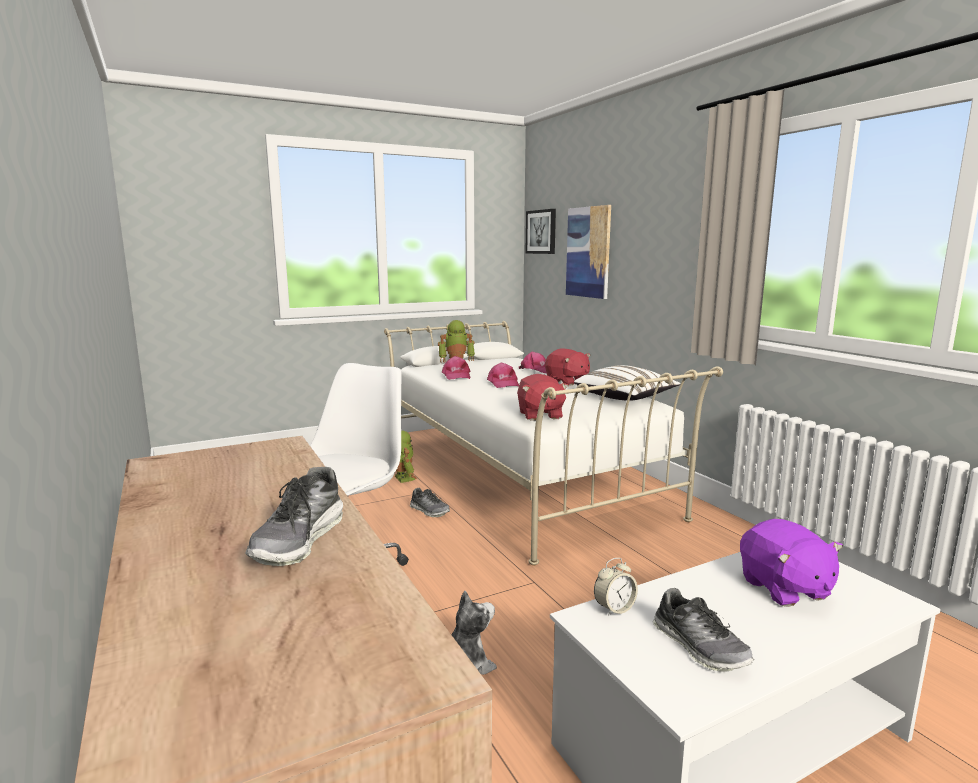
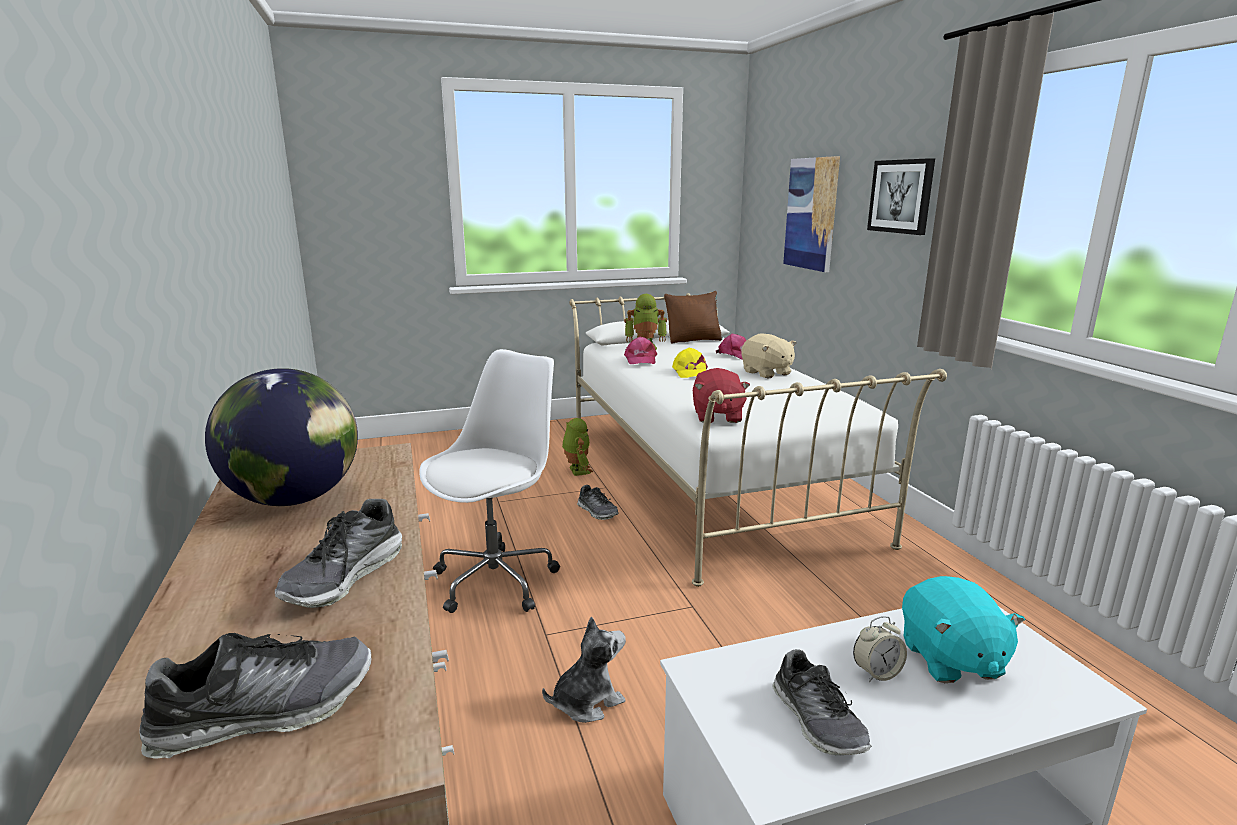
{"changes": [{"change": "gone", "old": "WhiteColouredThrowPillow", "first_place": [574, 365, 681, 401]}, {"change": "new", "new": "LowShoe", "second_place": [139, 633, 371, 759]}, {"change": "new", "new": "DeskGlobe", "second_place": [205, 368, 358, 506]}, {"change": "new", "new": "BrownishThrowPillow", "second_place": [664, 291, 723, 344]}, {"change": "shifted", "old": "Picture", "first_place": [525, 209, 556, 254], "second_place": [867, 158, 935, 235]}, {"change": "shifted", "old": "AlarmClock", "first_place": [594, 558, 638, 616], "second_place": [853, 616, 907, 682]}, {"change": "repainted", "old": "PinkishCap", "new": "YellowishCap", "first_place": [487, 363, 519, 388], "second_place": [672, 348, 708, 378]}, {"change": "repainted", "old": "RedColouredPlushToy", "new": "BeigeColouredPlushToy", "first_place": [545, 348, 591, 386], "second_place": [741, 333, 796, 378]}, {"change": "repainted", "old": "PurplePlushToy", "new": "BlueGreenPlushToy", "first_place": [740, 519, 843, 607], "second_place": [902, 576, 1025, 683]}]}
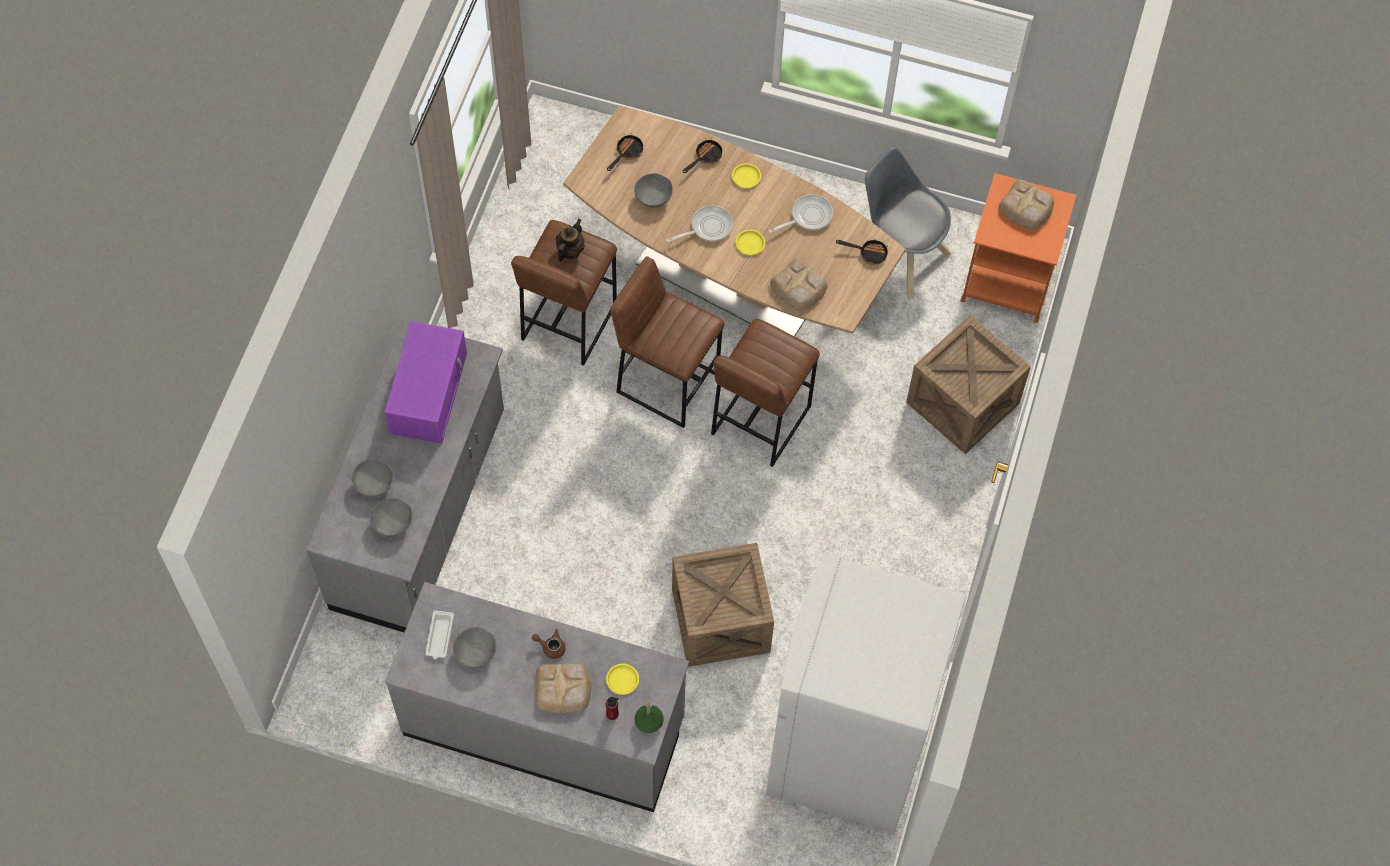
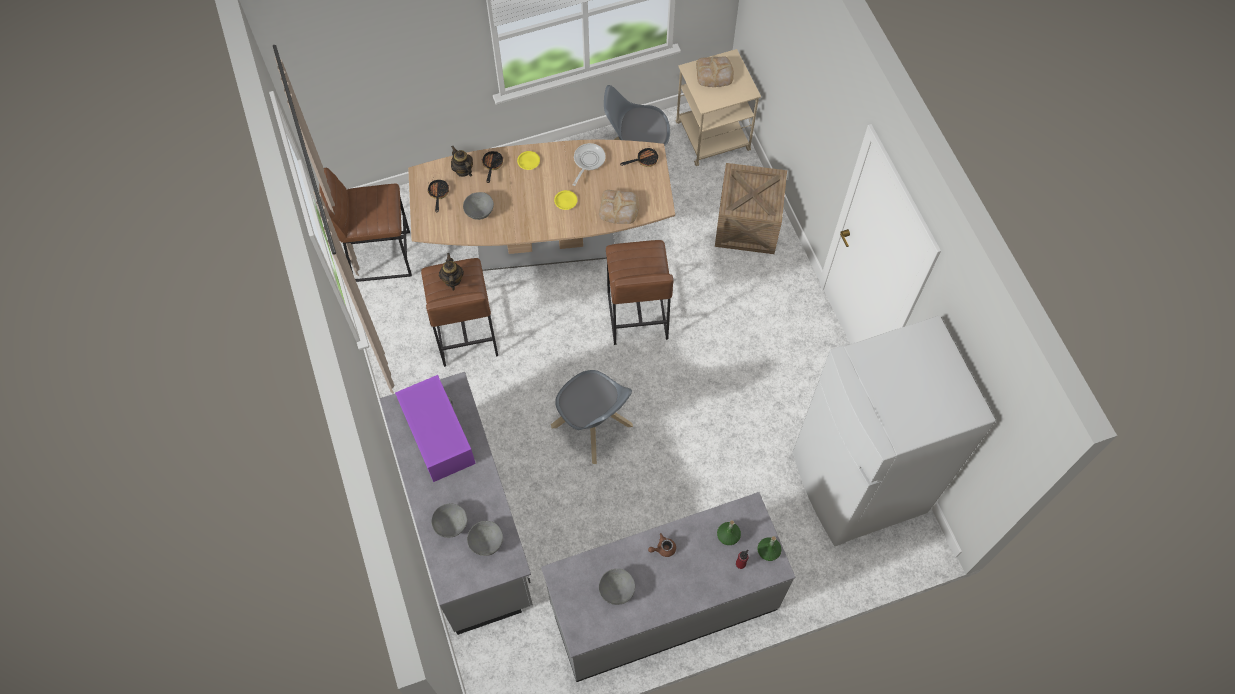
{"changes": [{"change": "gone", "old": "WhiteColouredTray", "first_place": [425, 610, 454, 659]}, {"change": "gone", "old": "BakedBread", "first_place": [536, 663, 591, 713]}, {"change": "gone", "old": "Pan", "first_place": [666, 205, 733, 243]}, {"change": "gone", "old": "Crate", "first_place": [672, 543, 774, 667]}, {"change": "new", "new": "TeaPot", "second_place": [451, 146, 473, 177]}, {"change": "new", "new": "GreyUprightChair", "second_place": [551, 370, 633, 464]}, {"change": "shifted", "old": "BrownishSittingStool", "first_place": [610, 256, 725, 428], "second_place": [320, 168, 412, 282]}, {"change": "swapped", "old": "YellowishPlate", "new": "GreenishDrinkBottle", "first_place": [606, 663, 639, 695], "second_place": [717, 520, 741, 545]}, {"change": "repainted", "old": "OrangeCart", "new": "BeigeColouredCart", "first_place": [960, 173, 1076, 323], "second_place": [676, 49, 761, 166]}]}
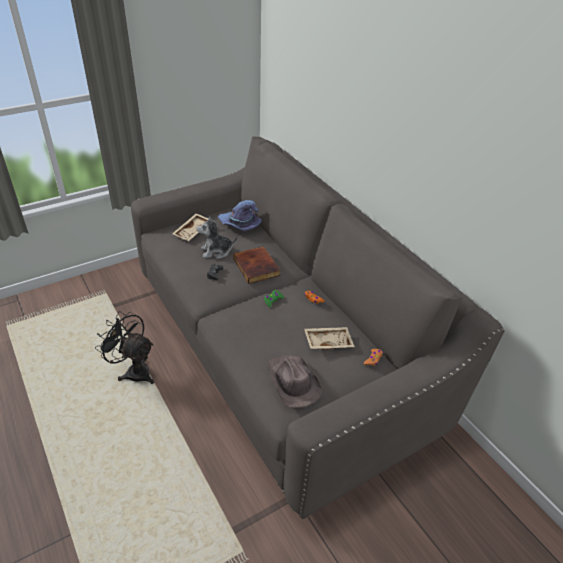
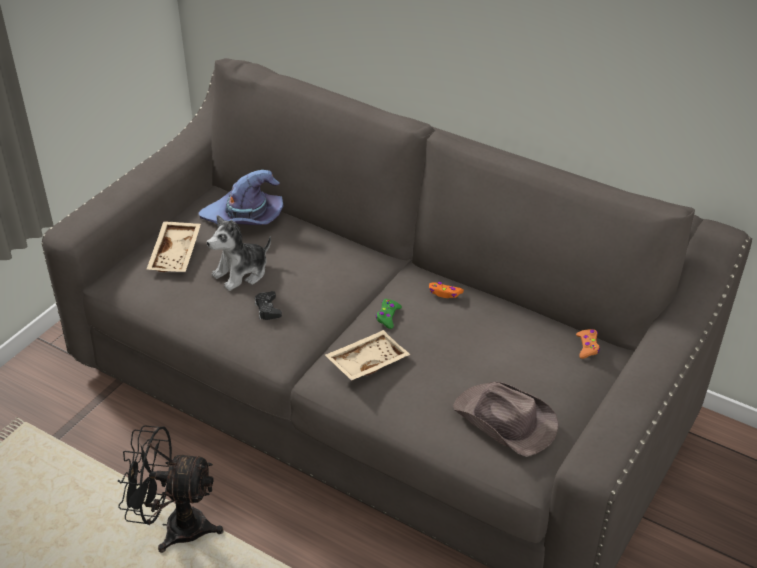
{"changes": [{"change": "gone", "old": "Book", "first_place": [233, 246, 280, 284]}, {"change": "shifted", "old": "BeigeColouredTray", "first_place": [304, 327, 355, 350], "second_place": [325, 330, 410, 381]}]}
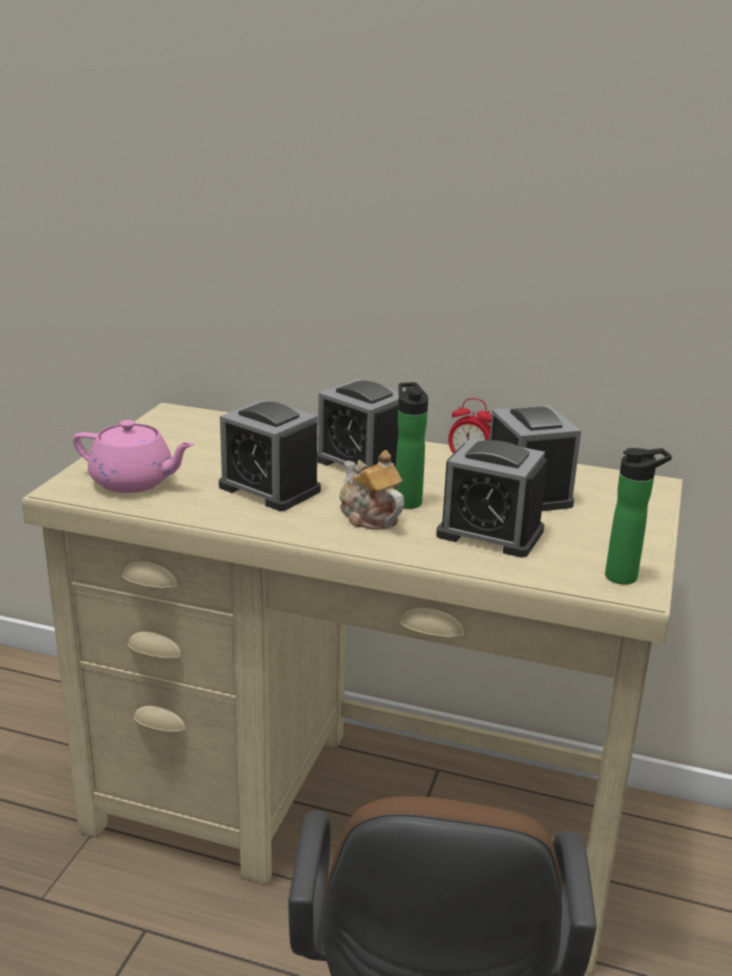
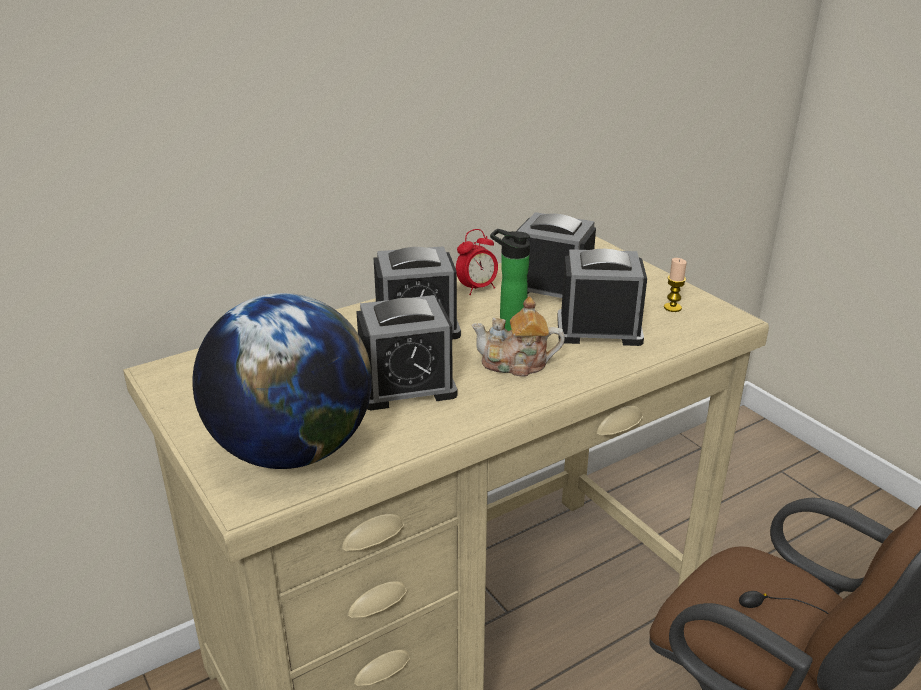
{"changes": [{"change": "gone", "old": "DrinkBottle", "first_place": [605, 448, 672, 584]}, {"change": "new", "new": "WaxCandle", "second_place": [664, 258, 687, 312]}, {"change": "swapped", "old": "PinkishTeaPot", "new": "DeskGlobe", "first_place": [73, 420, 194, 493], "second_place": [192, 293, 372, 469]}, {"change": "rotated", "old": "AlarmClock", "first_place": [436, 438, 548, 557], "second_place": [557, 249, 647, 346], "degrees": -150}]}
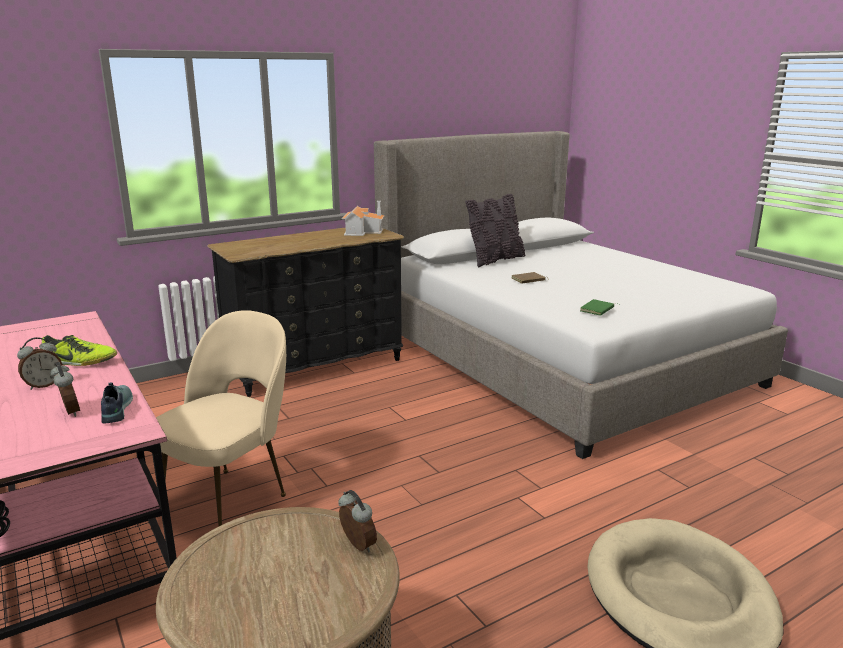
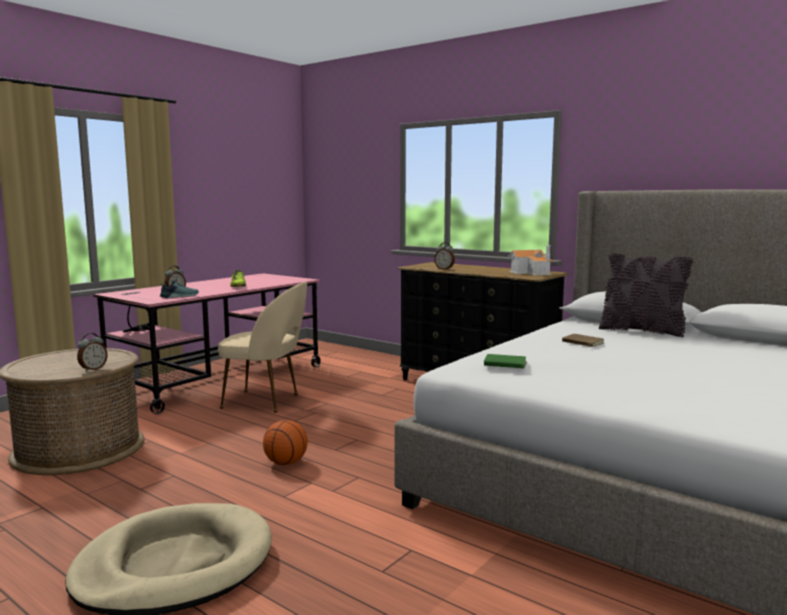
{"changes": [{"change": "new", "new": "Basketball", "second_place": [263, 420, 308, 465]}, {"change": "shifted", "old": "AlarmClock", "first_place": [17, 337, 63, 390], "second_place": [434, 242, 455, 270]}]}
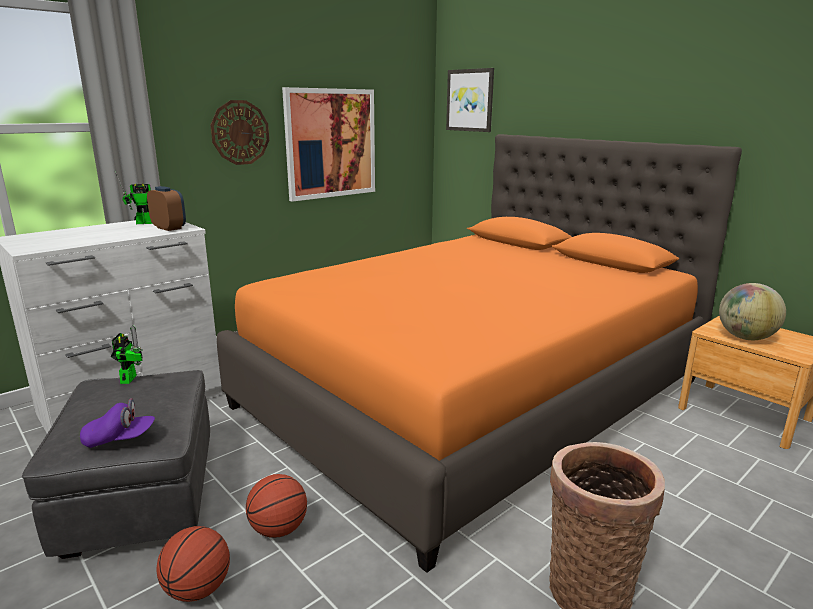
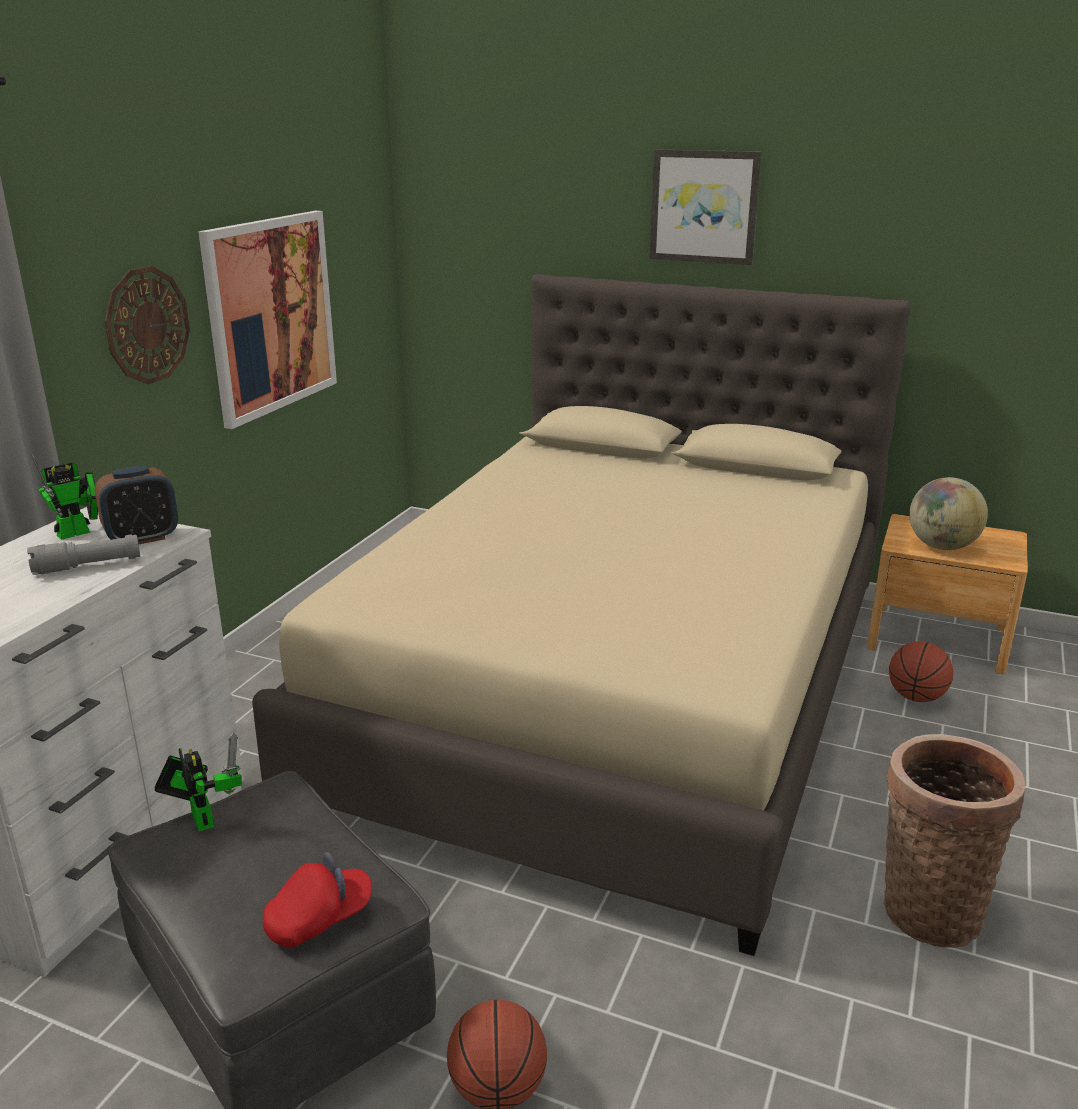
{"changes": [{"change": "new", "new": "GreyFlashlight", "second_place": [27, 534, 140, 575]}, {"change": "shifted", "old": "Basketball", "first_place": [246, 474, 307, 538], "second_place": [889, 641, 953, 702]}, {"change": "shifted", "old": "Picture", "first_place": [446, 68, 494, 132], "second_place": [650, 149, 762, 265]}, {"change": "repainted", "old": "PurpleCap", "new": "RedColouredCap", "first_place": [80, 398, 155, 448], "second_place": [263, 852, 372, 947]}, {"change": "repainted", "old": "OrangeBed", "new": "BeigeColouredBed", "first_place": [217, 134, 742, 573], "second_place": [252, 274, 911, 956]}, {"change": "rotated", "old": "AlarmClock", "first_place": [147, 186, 186, 231], "second_place": [95, 465, 178, 544], "degrees": 135}]}
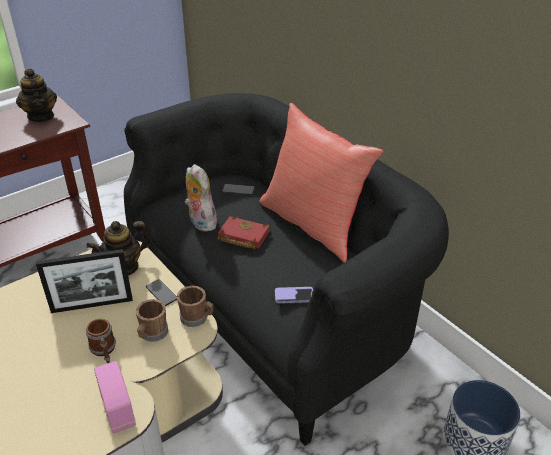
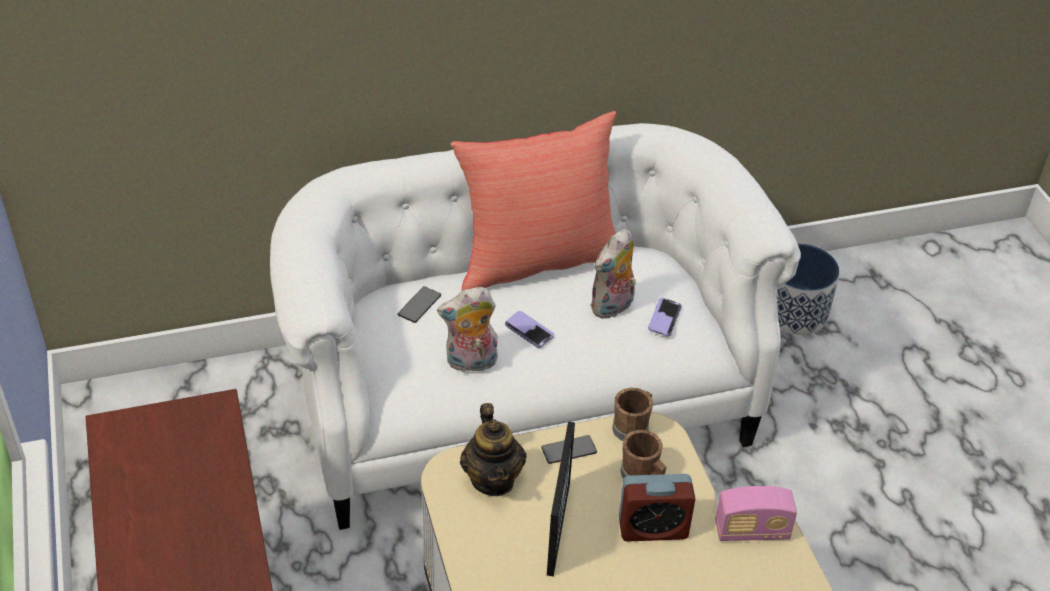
{"changes": [{"change": "gone", "old": "TeaPot", "first_place": [16, 68, 57, 122]}, {"change": "new", "new": "PlushToy", "second_place": [590, 229, 636, 319]}, {"change": "swapped", "old": "TeaMug", "new": "AlarmClock", "first_place": [86, 318, 116, 363], "second_place": [619, 474, 695, 542]}, {"change": "swapped", "old": "RedColouredBook", "new": "Handset", "first_place": [218, 216, 270, 250], "second_place": [505, 311, 554, 348]}, {"change": "repainted", "old": "BlackSofa", "new": "WhiteColouredSofa", "first_place": [124, 93, 449, 446], "second_place": [270, 123, 801, 530]}]}
